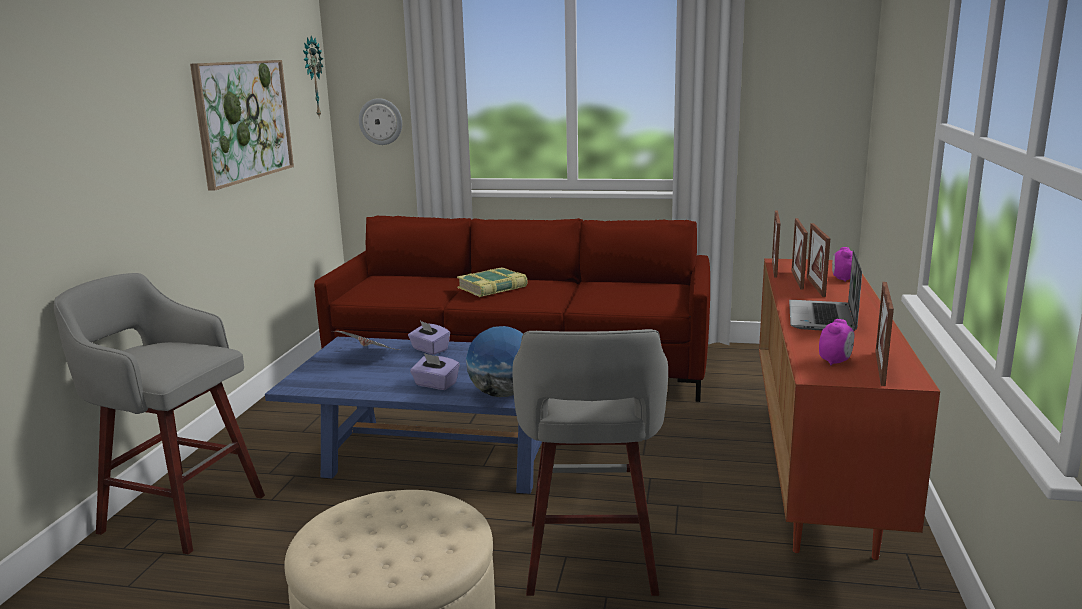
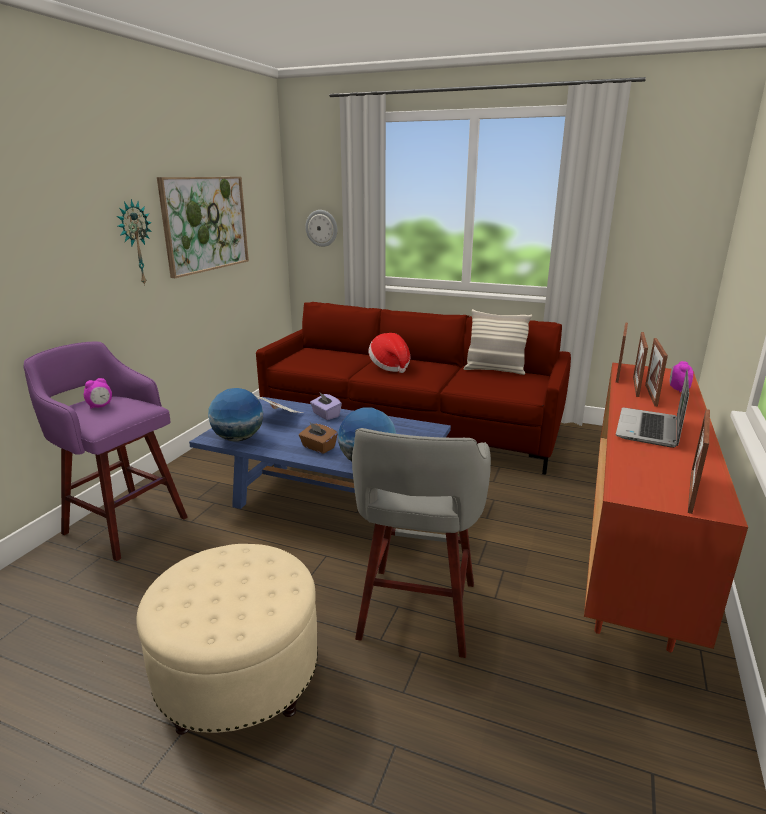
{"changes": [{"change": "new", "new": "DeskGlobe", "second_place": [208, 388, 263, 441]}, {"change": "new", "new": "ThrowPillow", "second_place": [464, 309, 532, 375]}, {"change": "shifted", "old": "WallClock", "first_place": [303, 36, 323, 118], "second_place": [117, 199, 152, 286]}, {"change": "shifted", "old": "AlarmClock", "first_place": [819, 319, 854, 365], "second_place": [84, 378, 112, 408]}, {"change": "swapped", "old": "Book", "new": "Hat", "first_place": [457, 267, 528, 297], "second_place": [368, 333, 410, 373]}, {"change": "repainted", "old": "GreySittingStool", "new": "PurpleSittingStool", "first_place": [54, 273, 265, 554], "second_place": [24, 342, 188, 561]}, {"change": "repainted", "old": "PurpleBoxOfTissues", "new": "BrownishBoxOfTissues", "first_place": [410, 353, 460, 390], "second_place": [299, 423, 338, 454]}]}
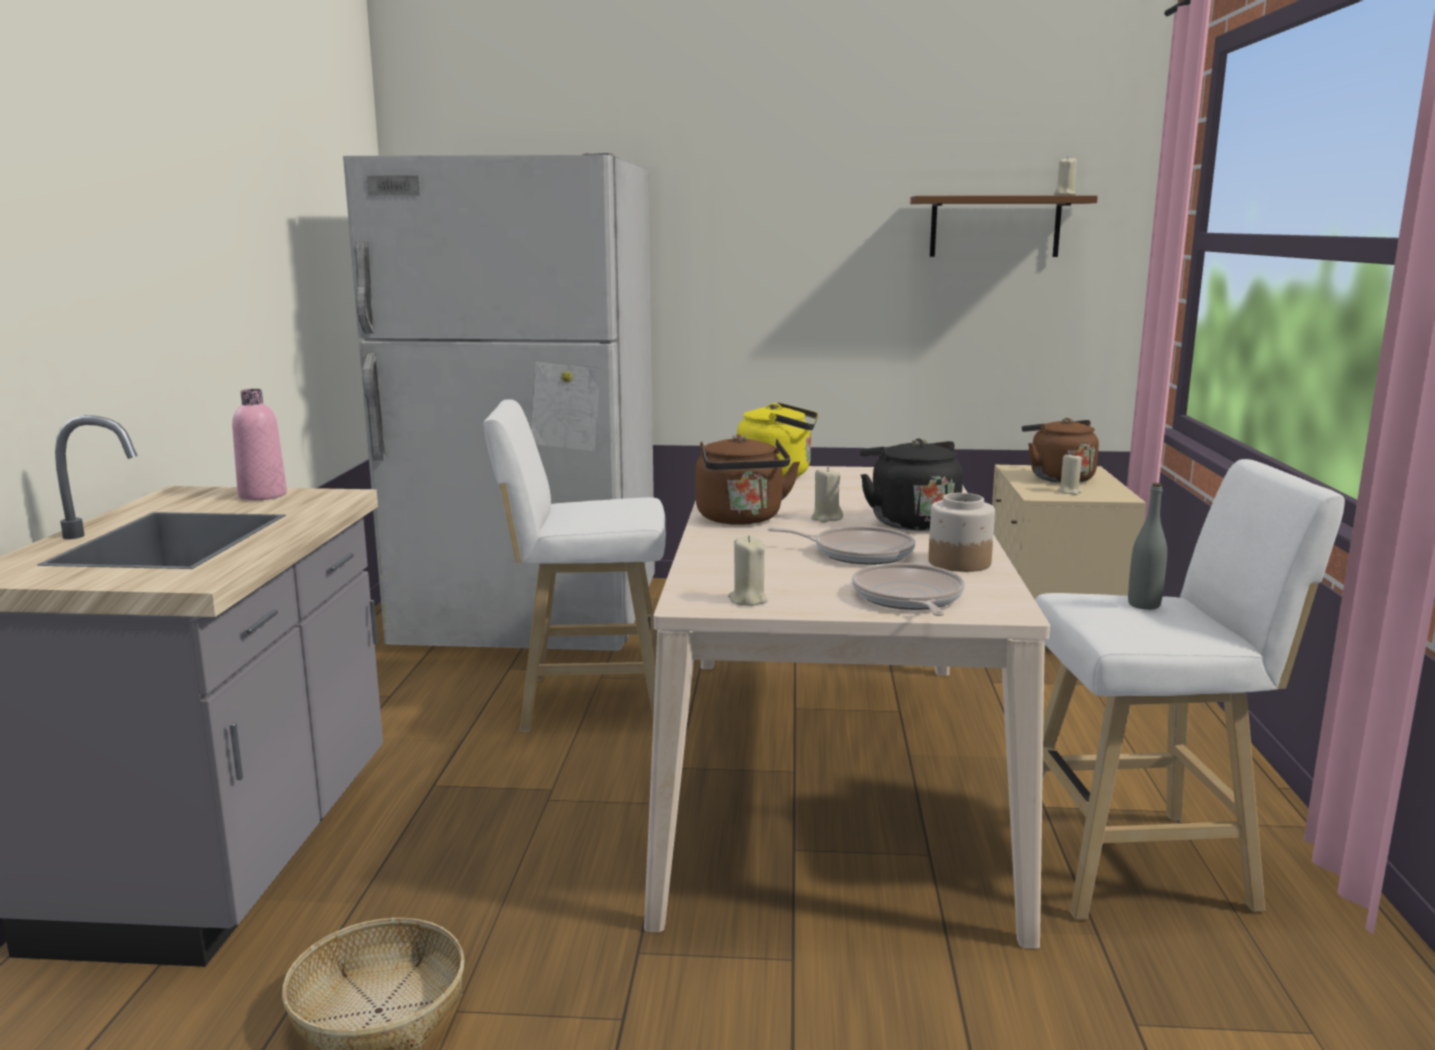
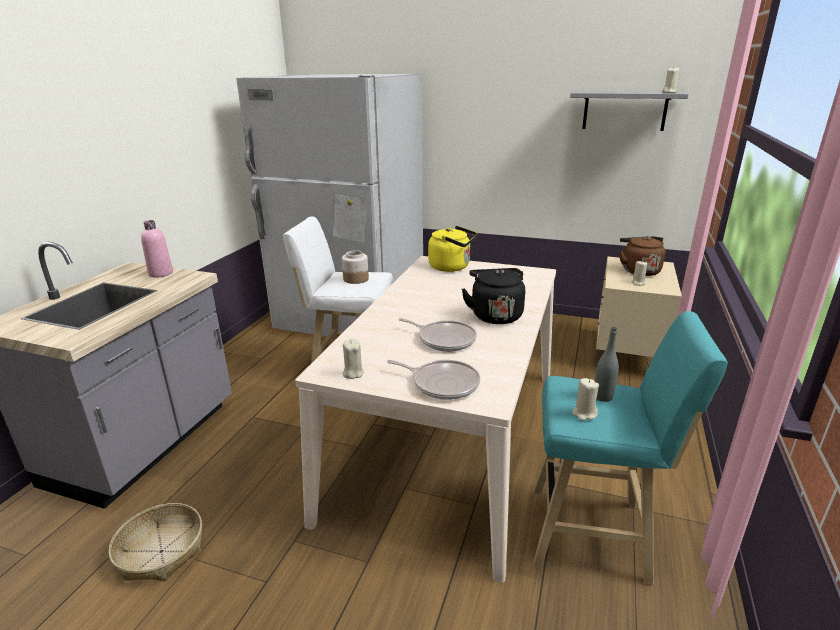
{"changes": [{"change": "gone", "old": "BrownishTeaKettle", "first_place": [695, 434, 800, 525]}, {"change": "shifted", "old": "BeigeColouredWaxCandle", "first_place": [811, 467, 843, 523], "second_place": [572, 378, 599, 421]}, {"change": "shifted", "old": "Jar", "first_place": [928, 493, 995, 572], "second_place": [342, 250, 369, 284]}, {"change": "repainted", "old": "BrownishBracketShelf", "new": "GreyBracketShelf", "first_place": [910, 195, 1098, 257], "second_place": [570, 91, 689, 131]}, {"change": "repainted", "old": "WhiteColouredSittingStool", "new": "BlueGreenSittingStool", "first_place": [1035, 459, 1345, 920], "second_place": [533, 311, 728, 585]}, {"change": "rotated", "old": "Pan", "first_place": [852, 563, 965, 616], "second_place": [387, 360, 480, 400], "degrees": 105}]}
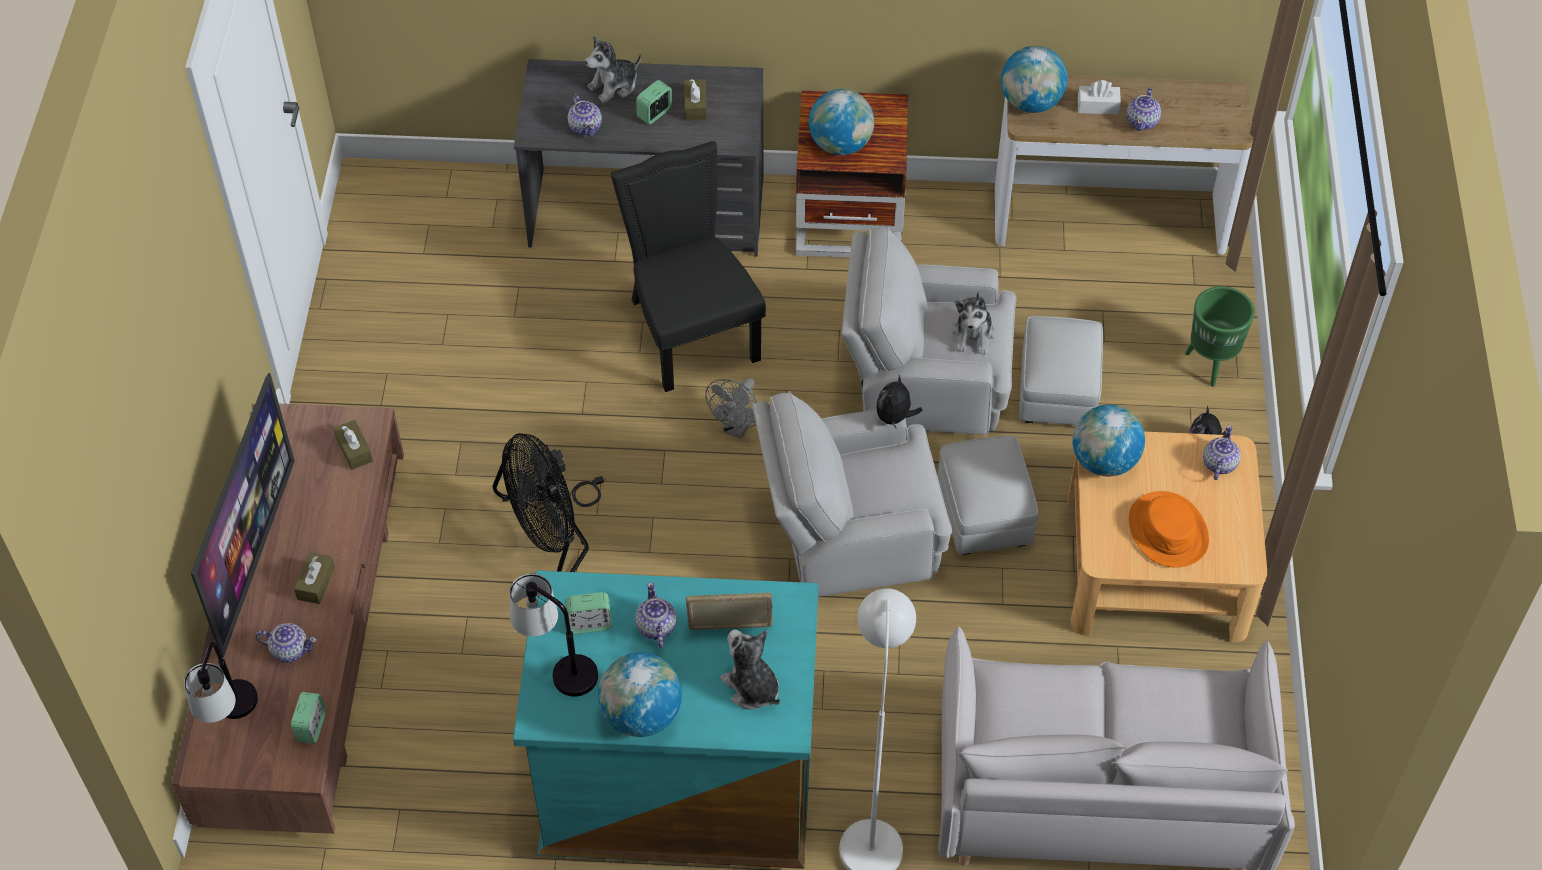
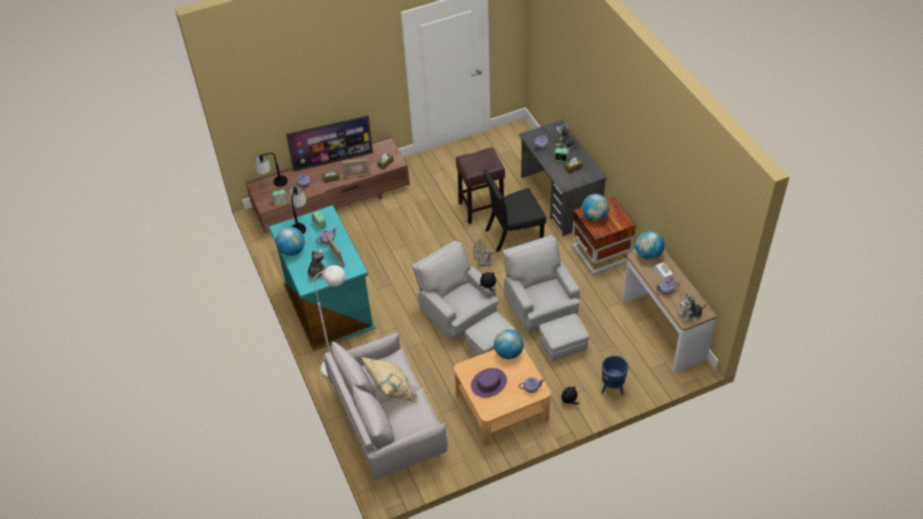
{"changes": [{"change": "gone", "old": "BlackCoolingFan", "first_place": [493, 433, 605, 572]}, {"change": "new", "new": "PhotoFrame", "second_place": [342, 158, 370, 178]}, {"change": "new", "new": "BeigeColouredThrowPillow", "second_place": [361, 357, 418, 402]}, {"change": "new", "new": "BrownishSittingStool", "second_place": [456, 147, 505, 224]}, {"change": "shifted", "old": "PlushToy", "first_place": [952, 291, 995, 354], "second_place": [678, 293, 706, 323]}, {"change": "repainted", "old": "OrangeHat", "new": "PurpleHat", "first_place": [1129, 491, 1209, 568], "second_place": [471, 368, 507, 398]}, {"change": "repainted", "old": "GreenishPlanter", "new": "BluishPlanter", "first_place": [1185, 286, 1255, 387], "second_place": [601, 355, 629, 395]}, {"change": "rotated", "old": "BlackUprightChair", "first_place": [611, 141, 766, 392], "second_place": [483, 169, 546, 252], "degrees": -150}]}
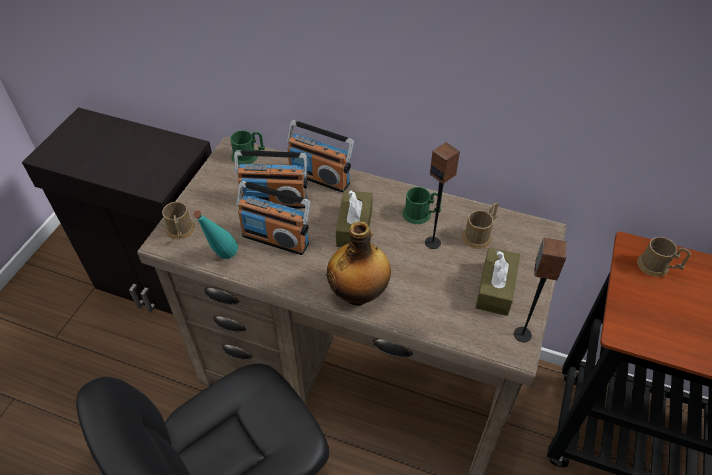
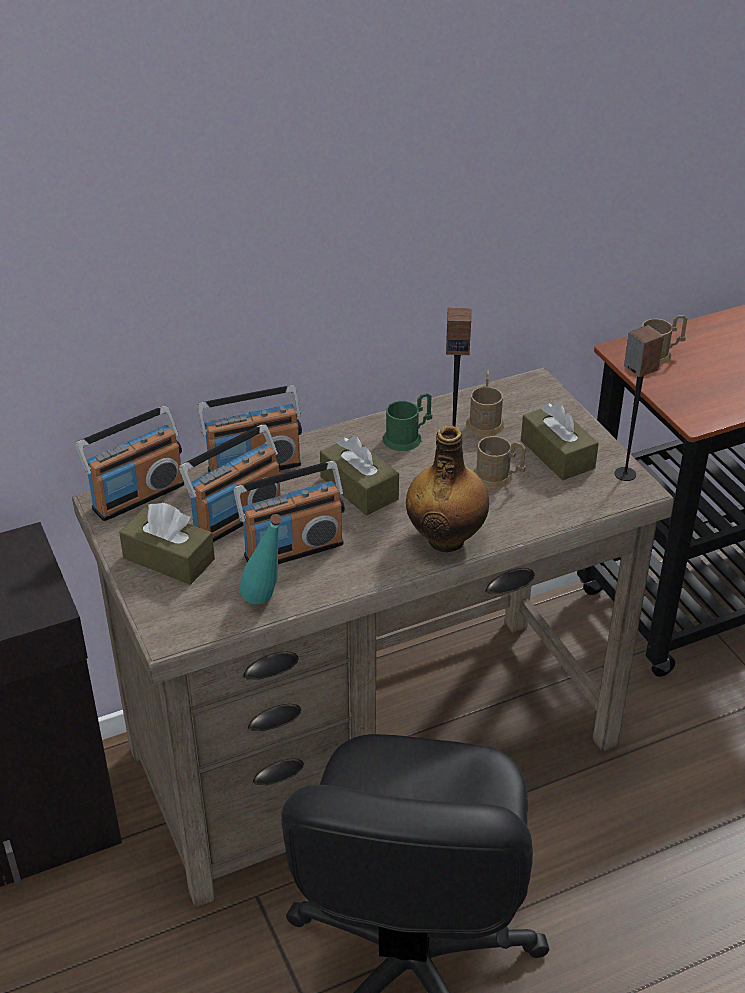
{"changes": [{"change": "new", "new": "BrownishBoxOfTissues", "second_place": [119, 503, 215, 585]}, {"change": "shifted", "old": "BrownishTeaMug", "first_place": [162, 202, 195, 240], "second_place": [473, 436, 526, 488]}, {"change": "swapped", "old": "GreenishTeaMug", "new": "RadioReceiver", "first_place": [230, 130, 265, 165], "second_place": [75, 406, 184, 521]}]}
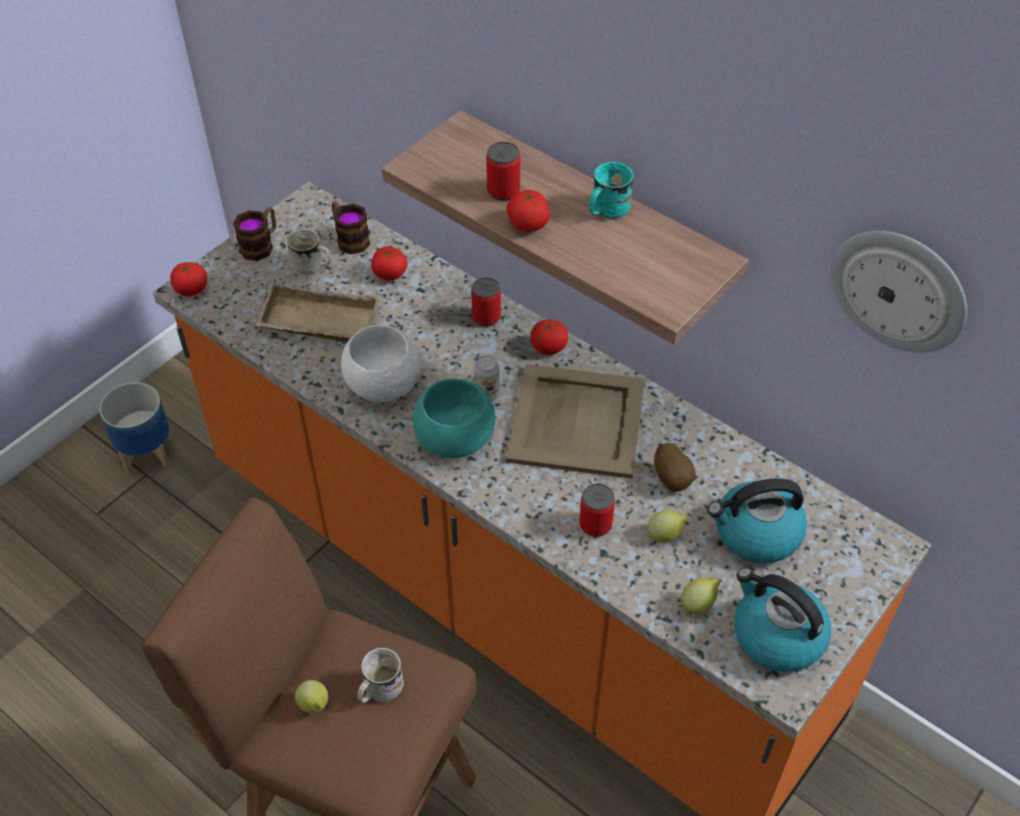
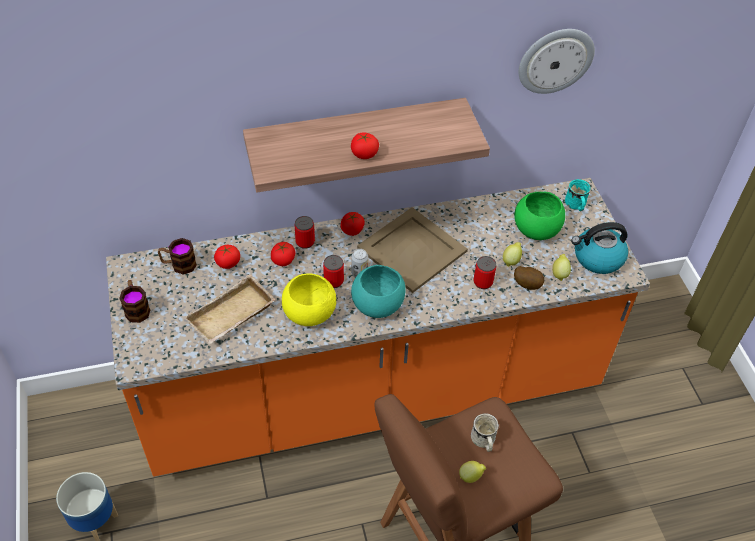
{"changes": [{"change": "gone", "old": "WhiteColouredTeaMug", "first_place": [287, 229, 332, 275]}, {"change": "shifted", "old": "Tomato", "first_place": [170, 262, 207, 296], "second_place": [271, 242, 295, 266]}, {"change": "shifted", "old": "SealedCan", "first_place": [486, 142, 520, 201], "second_place": [323, 255, 344, 288]}, {"change": "shifted", "old": "BlueGreenTeaMug", "first_place": [589, 162, 634, 220], "second_place": [565, 179, 591, 211]}, {"change": "shifted", "old": "Spud", "first_place": [654, 443, 696, 492], "second_place": [514, 266, 544, 290]}, {"change": "swapped", "old": "TeaKettle", "new": "GreenishBowl", "first_place": [707, 478, 807, 563], "second_place": [514, 192, 565, 240]}, {"change": "repainted", "old": "WhiteColouredBowl", "new": "YellowishBowl", "first_place": [341, 325, 421, 402], "second_place": [282, 273, 336, 326]}]}
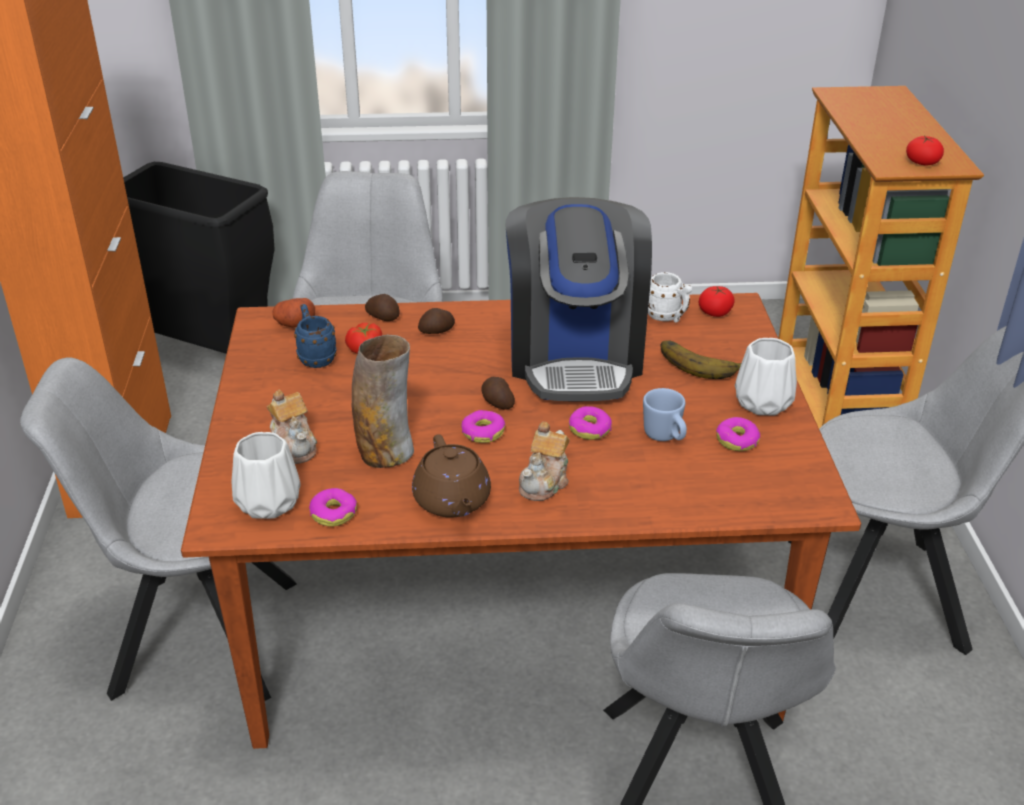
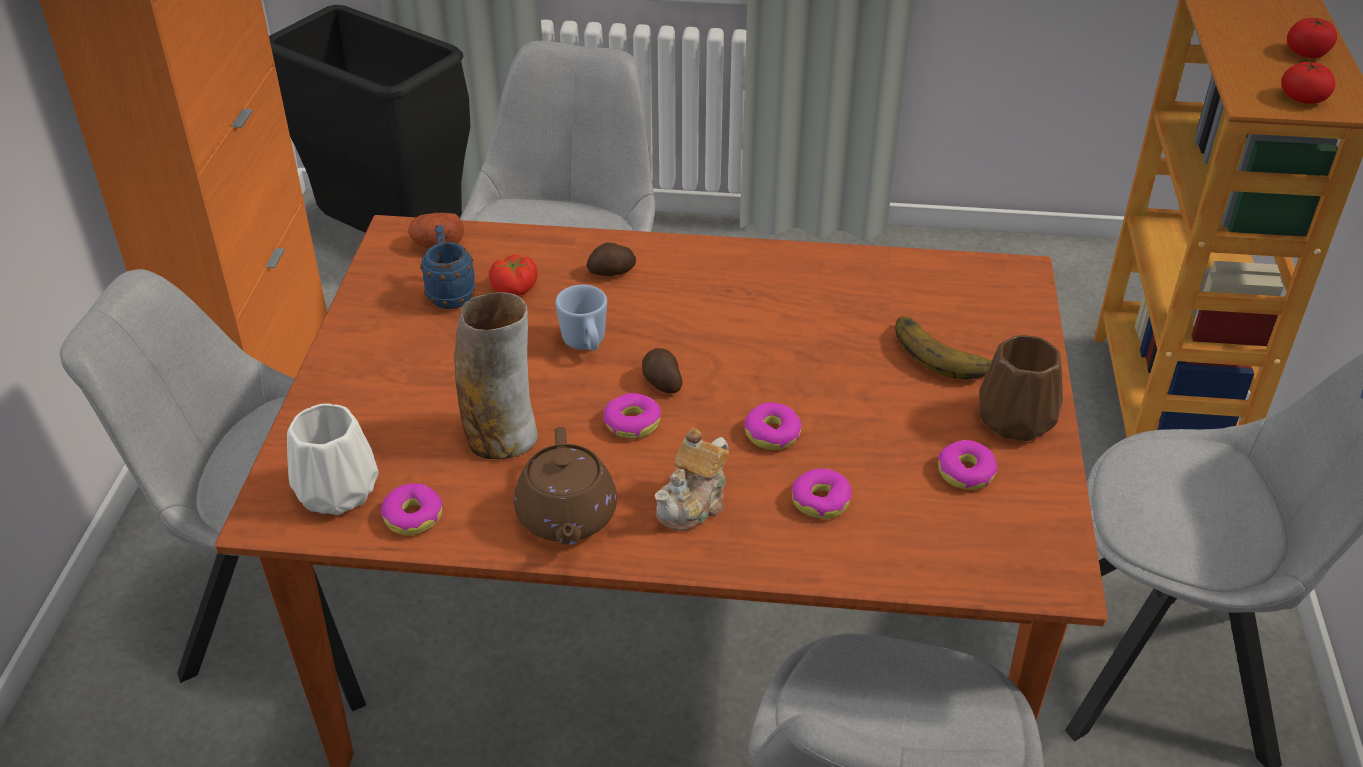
{"changes": [{"change": "gone", "old": "TeaPot", "first_place": [267, 390, 317, 464]}, {"change": "gone", "old": "Spud", "first_place": [365, 294, 399, 321]}, {"change": "gone", "old": "CoffeeMaker", "first_place": [506, 197, 652, 401]}, {"change": "gone", "old": "WhiteColouredTeaMug", "first_place": [648, 272, 692, 323]}, {"change": "new", "new": "Donut", "second_place": [792, 469, 852, 519]}, {"change": "shifted", "old": "BluishTeaMug", "first_place": [643, 388, 687, 441], "second_place": [555, 285, 607, 351]}, {"change": "shifted", "old": "Tomato", "first_place": [699, 286, 735, 317], "second_place": [1287, 17, 1337, 58]}, {"change": "repainted", "old": "WhiteColouredFlowerVase", "new": "BrownishFlowerVase", "first_place": [735, 338, 797, 415], "second_place": [979, 335, 1063, 441]}]}
